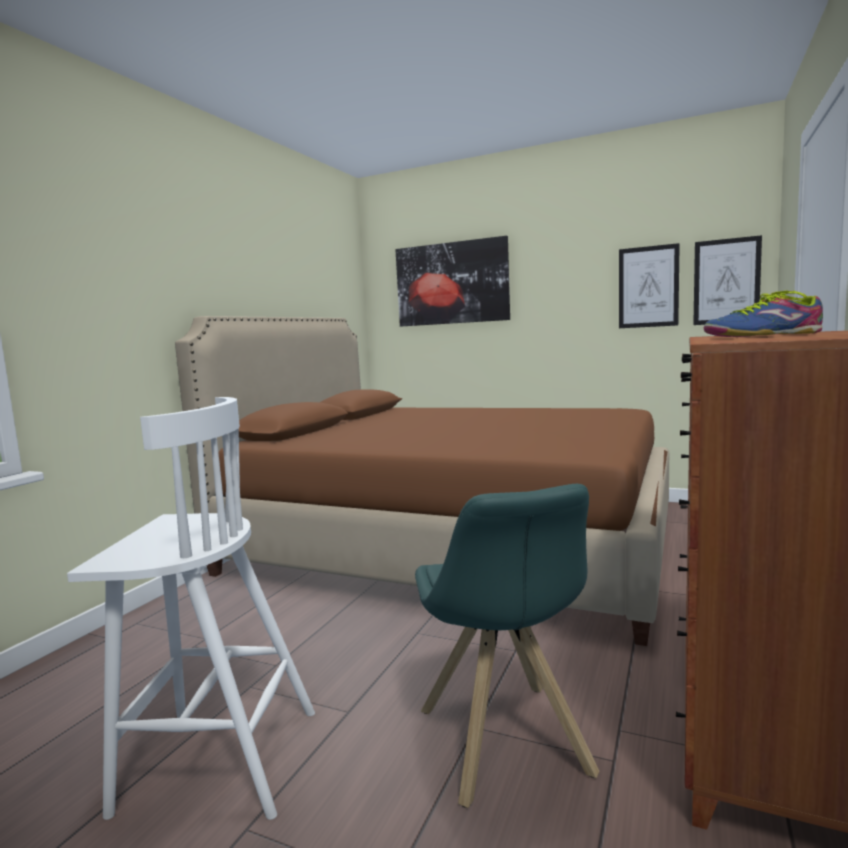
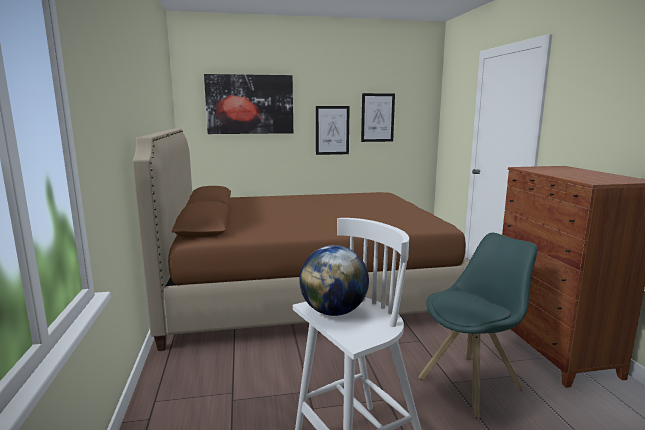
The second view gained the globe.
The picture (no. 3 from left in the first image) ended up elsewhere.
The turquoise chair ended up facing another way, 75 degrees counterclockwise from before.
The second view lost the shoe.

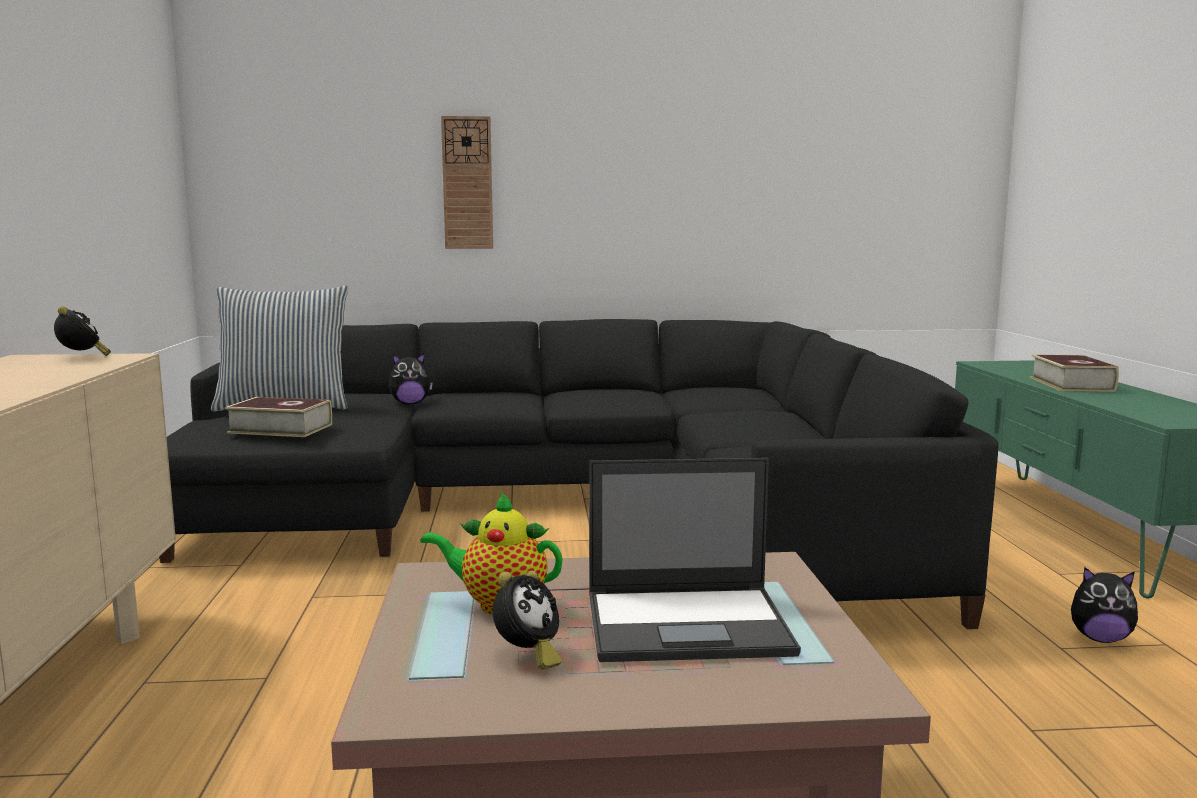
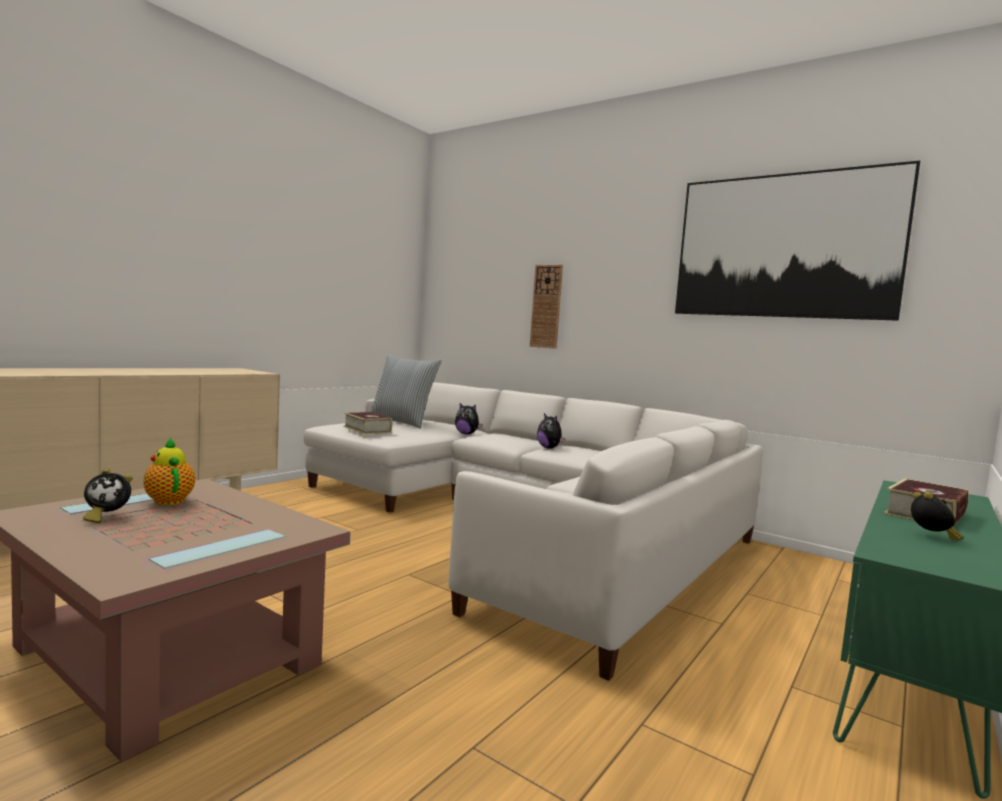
What was the black sofa turned into the white sofa.
The plush toy (no. 2 from left) ended up elsewhere.
The second view gained the picture.
The alarm clock (no. 1 from left in the first image) ended up elsewhere.
The second view lost the laptop.

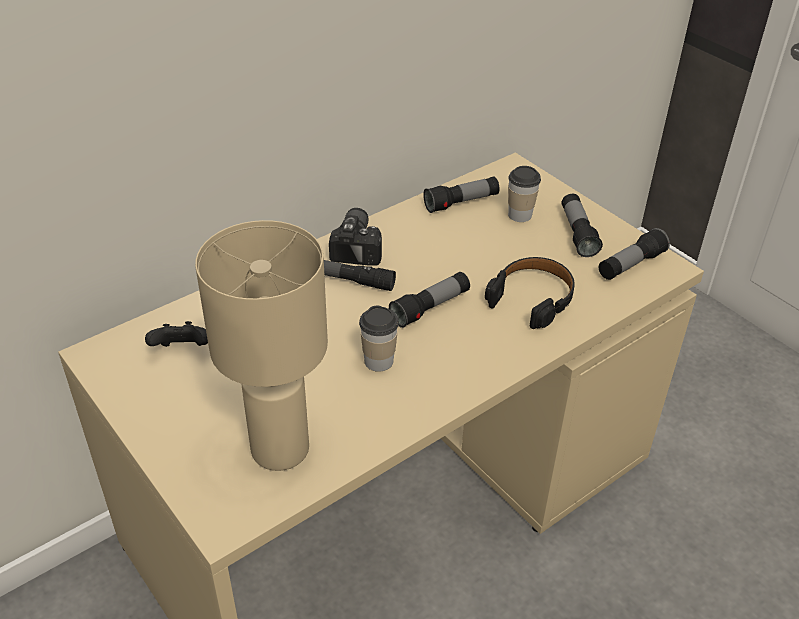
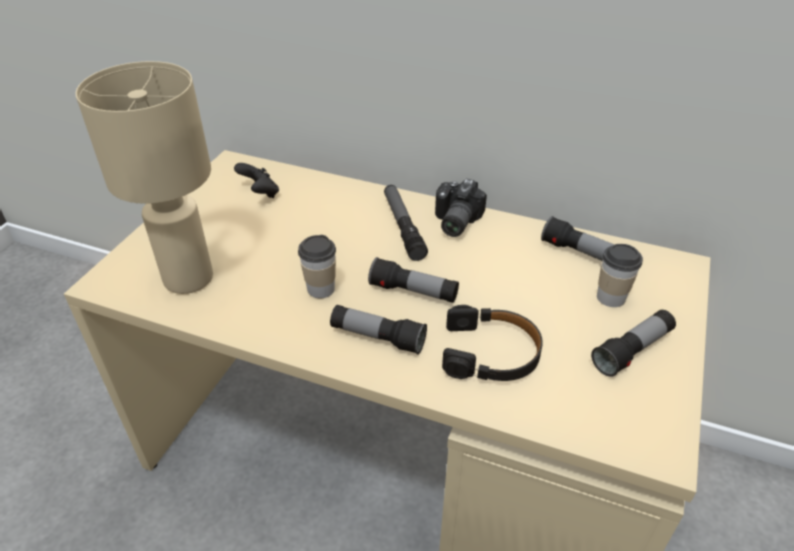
The flashlight (no. 5 from left in the first image) ended up elsewhere.
The photo camera ended up facing another way, 135 degrees clockwise from before.

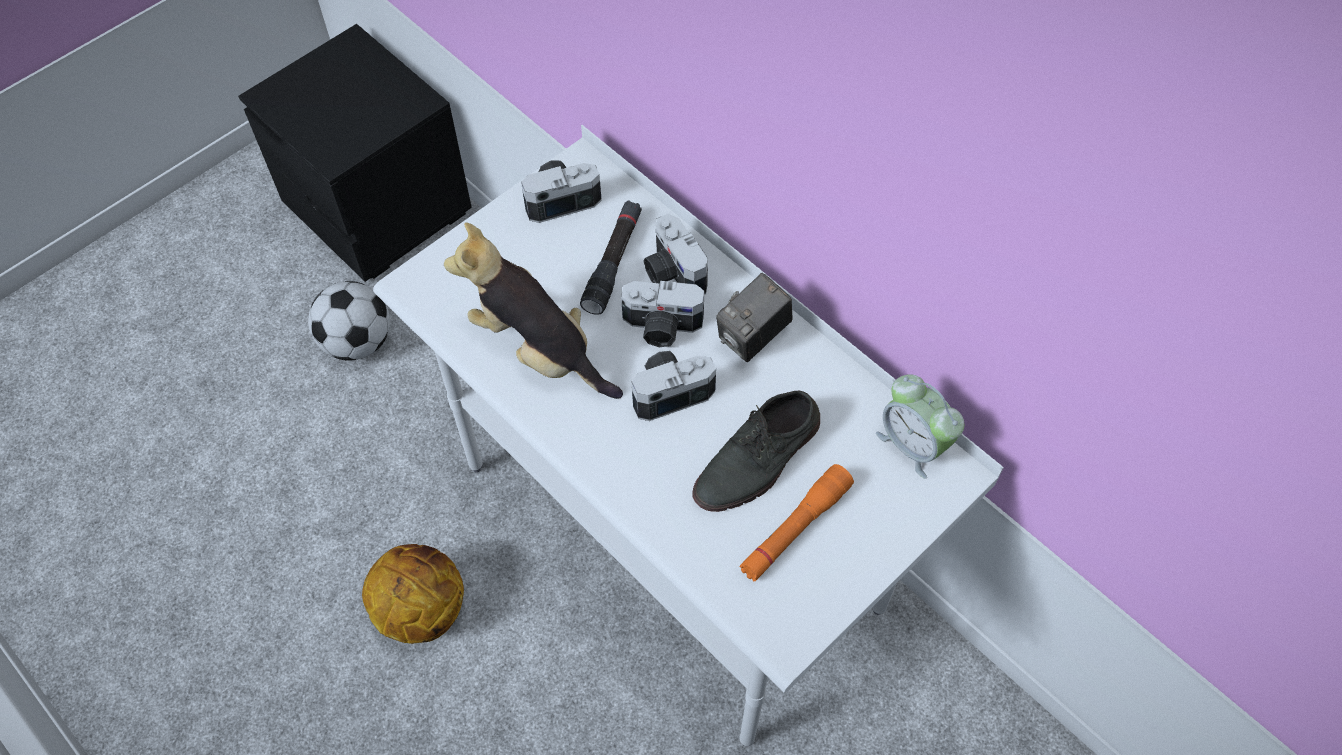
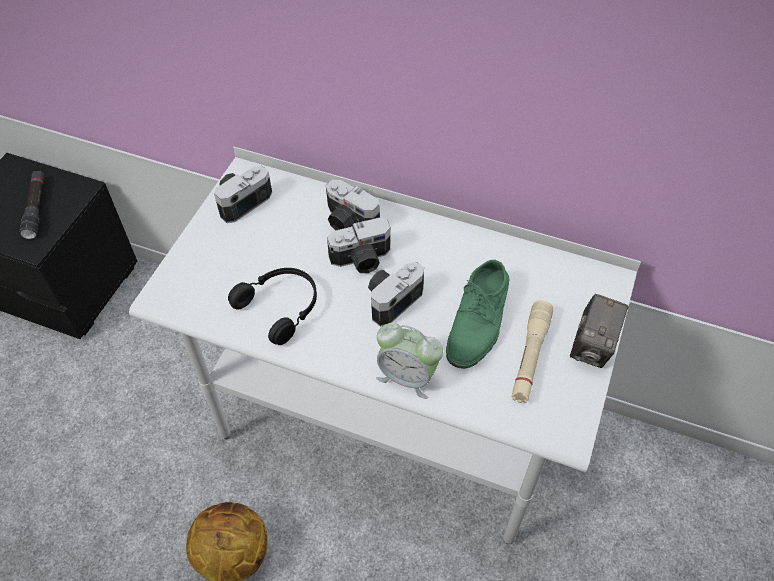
The black flashlight ended up elsewhere.
Where the plush toy stood, the black headphones came to stand.
The alarm clock ended up elsewhere.
What was the grey shoe turned into the green shoe.
What was the orange flashlight turned into the beige flashlight.
The photo camera (no. 5 from left) ended up elsewhere.
The second view lost the football.

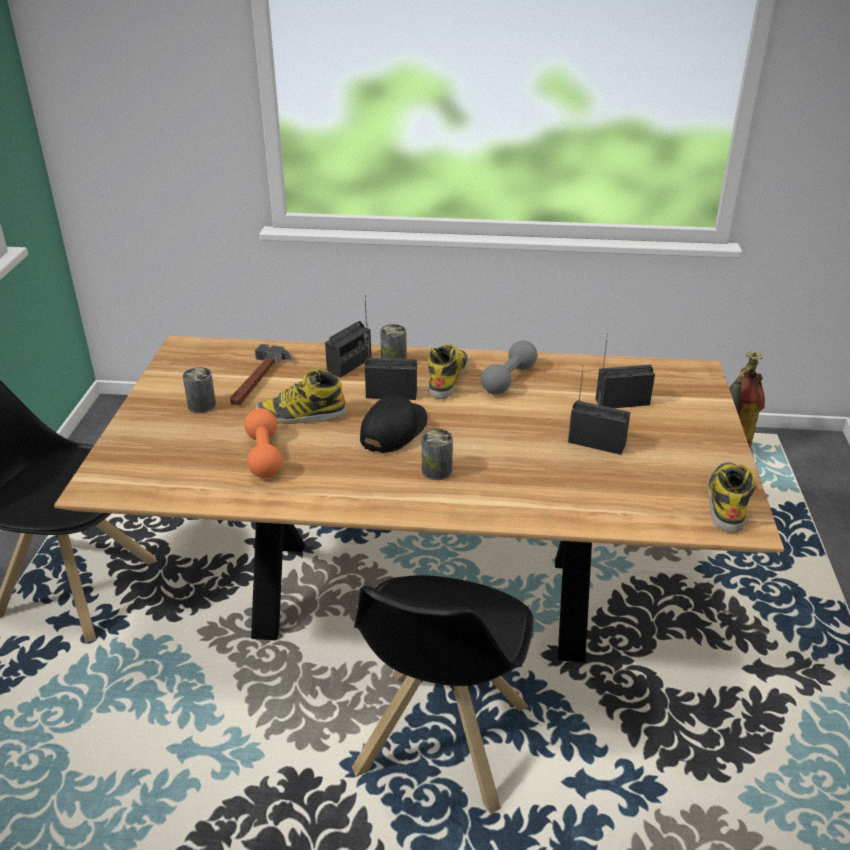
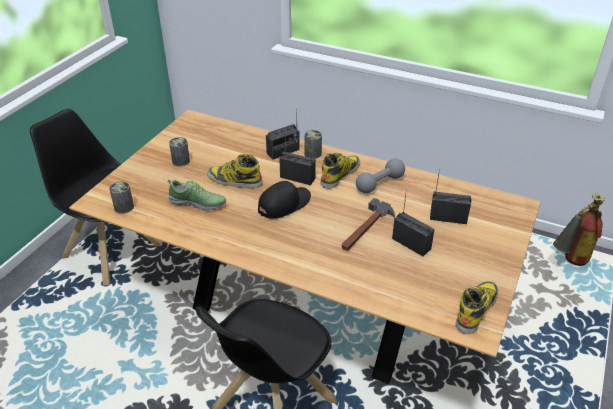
The can (no. 3 from left in the first image) ended up elsewhere.
Where the orange dumbbell stood, the shoe came to stand.
The hammer ended up elsewhere.

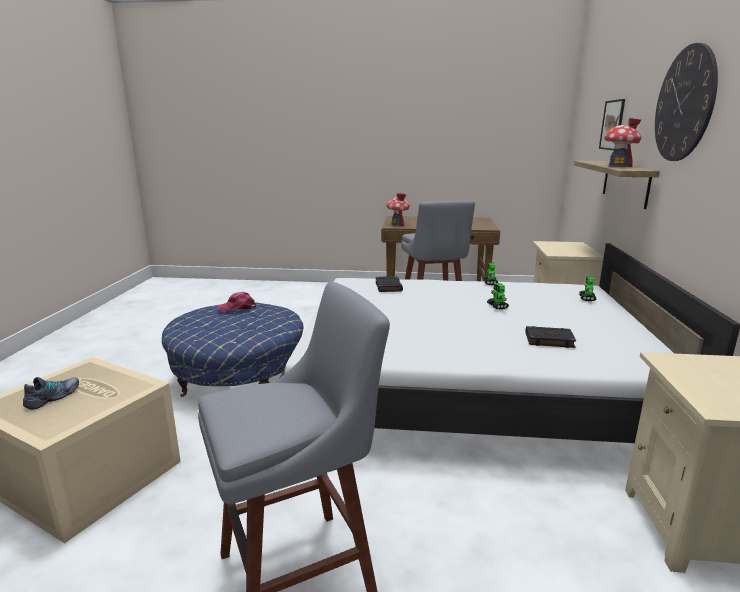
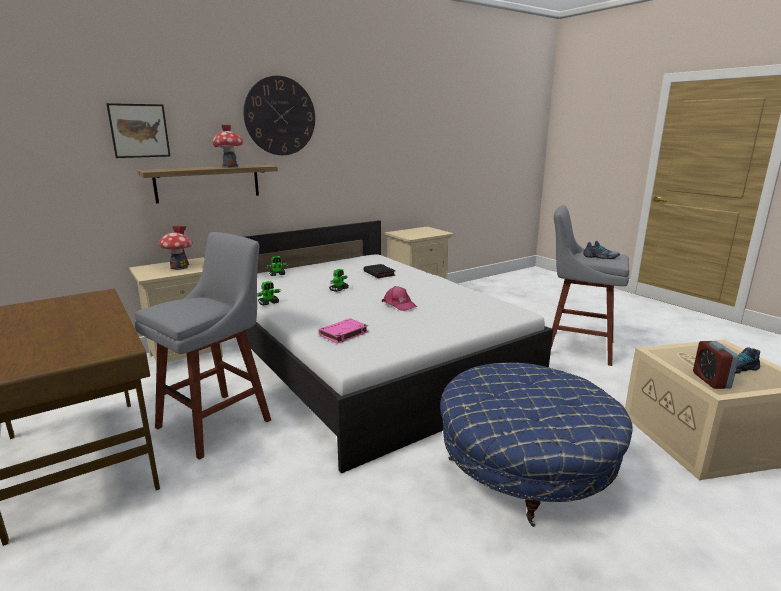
The toy house (no. 1 from left) ended up elsewhere.
What was the black book (no. 1 from left) turned into the pink book.
The pink cap ended up elsewhere.
The second view gained the shoe (no. 1 from left).
The second view gained the alarm clock.

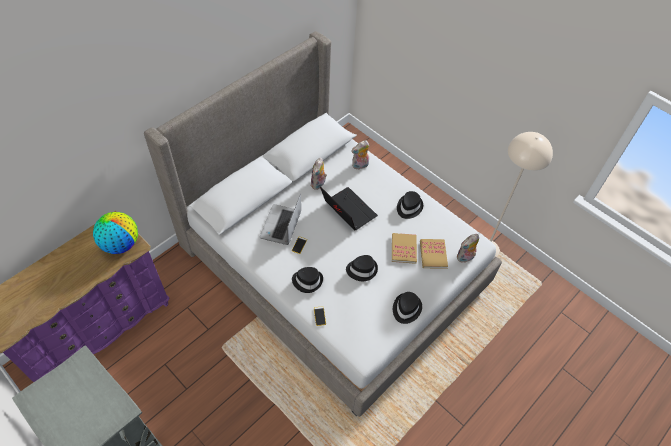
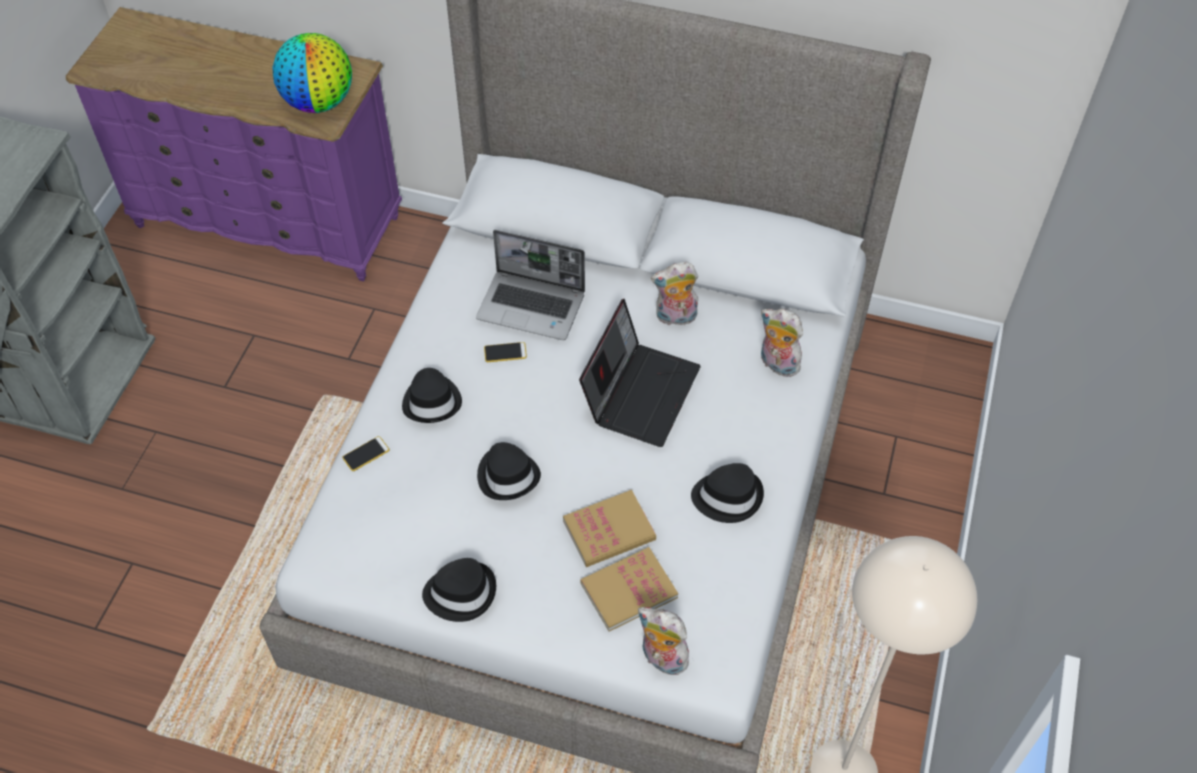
The laptop (no. 1 from left) ended up facing another way, 150 degrees counterclockwise from before.

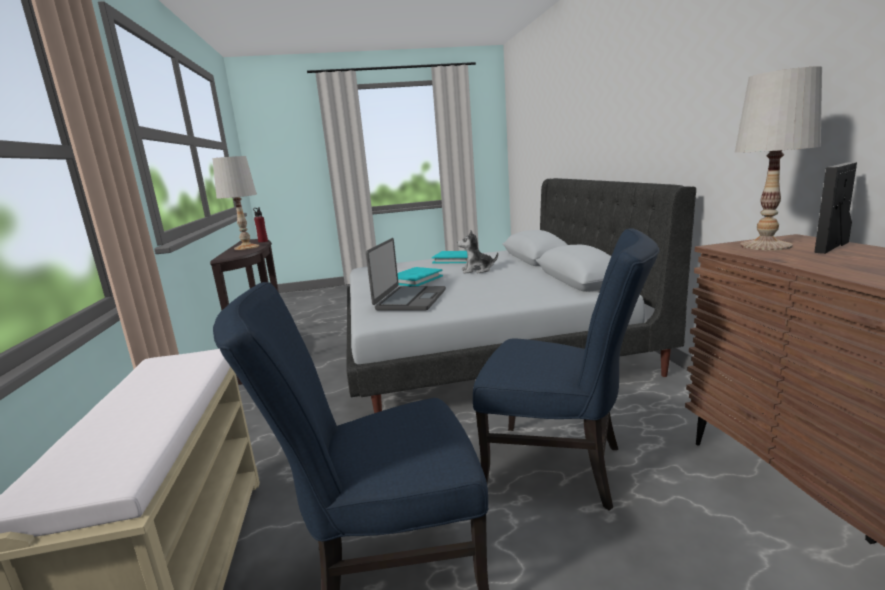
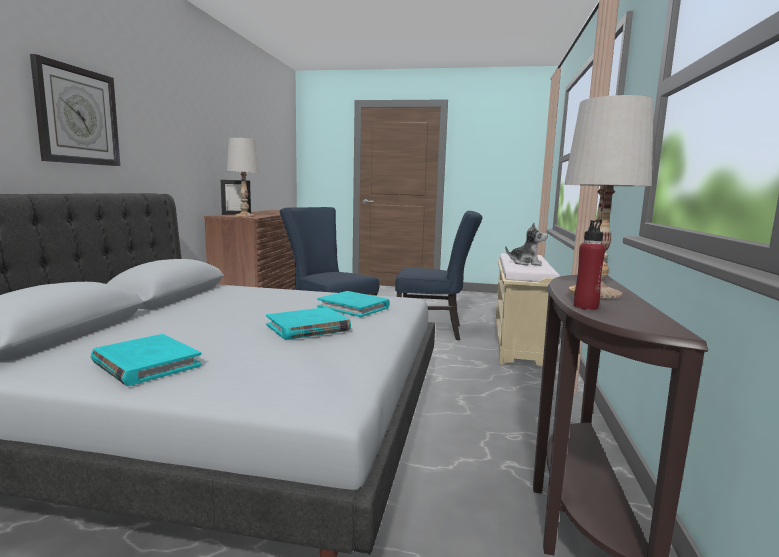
The second view gained the wall clock.
Where the laptop stood, the turquoise book (no. 3 from left) came to stand.
The plush toy ended up elsewhere.

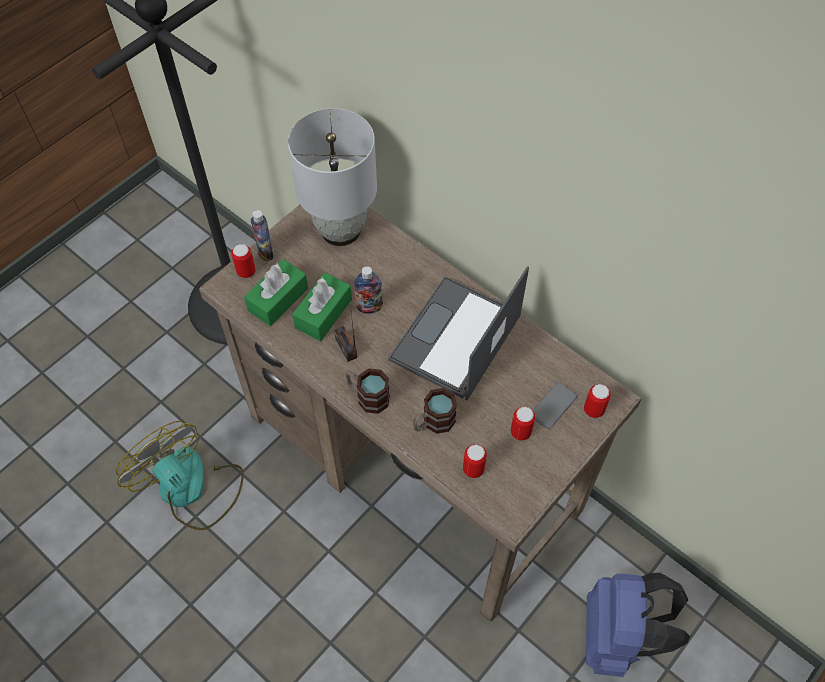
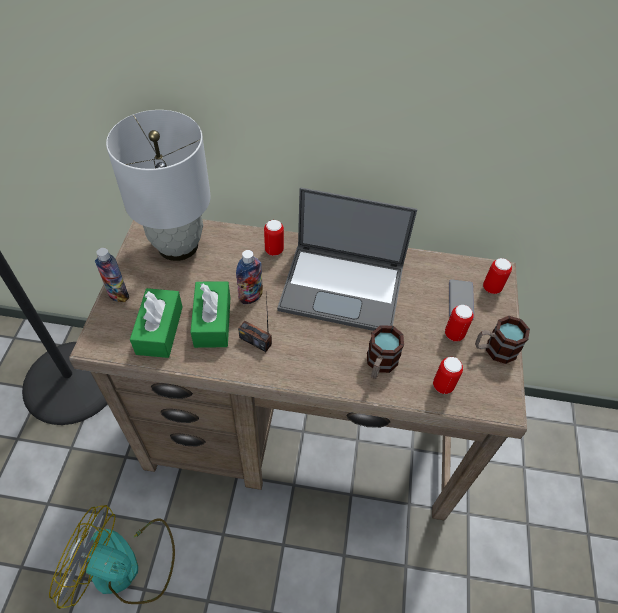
The can (no. 1 from left) ended up elsewhere.
The laptop ended up facing another way, 75 degrees counterclockwise from before.
The mug (no. 1 from left in the first image) ended up elsewhere.
The second view lost the blue backpack.

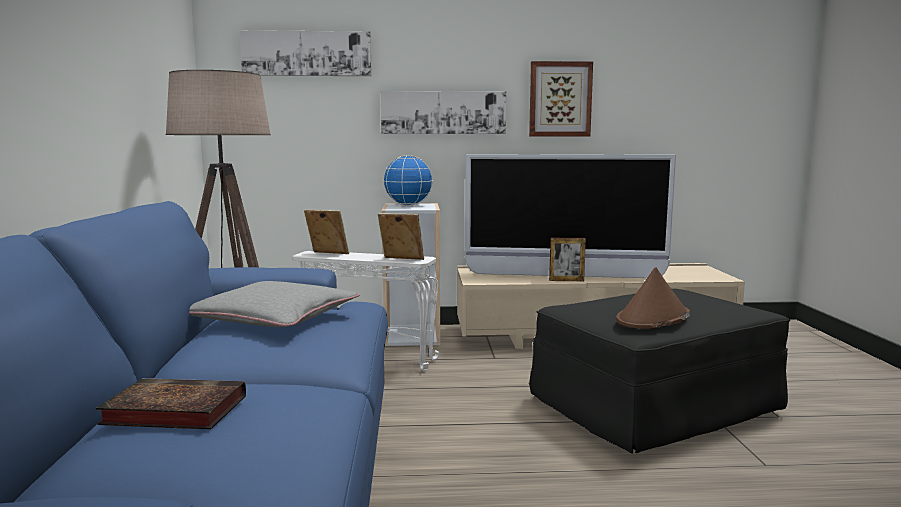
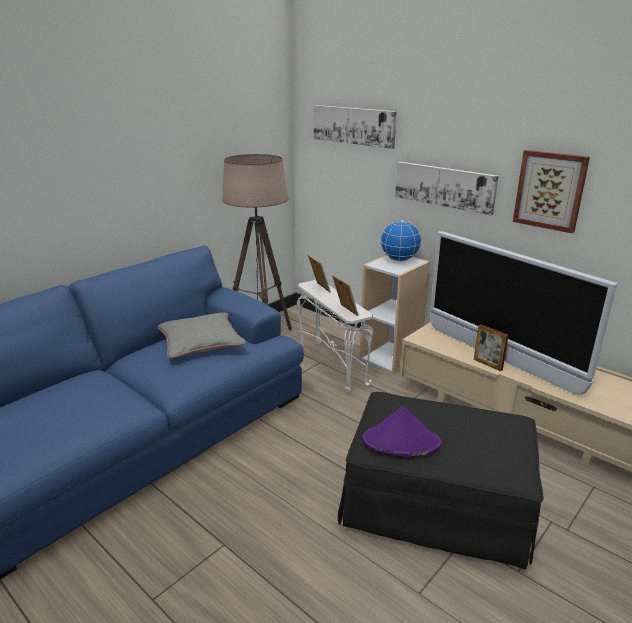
What was the brown hat turned into the purple hat.
The second view lost the book.

